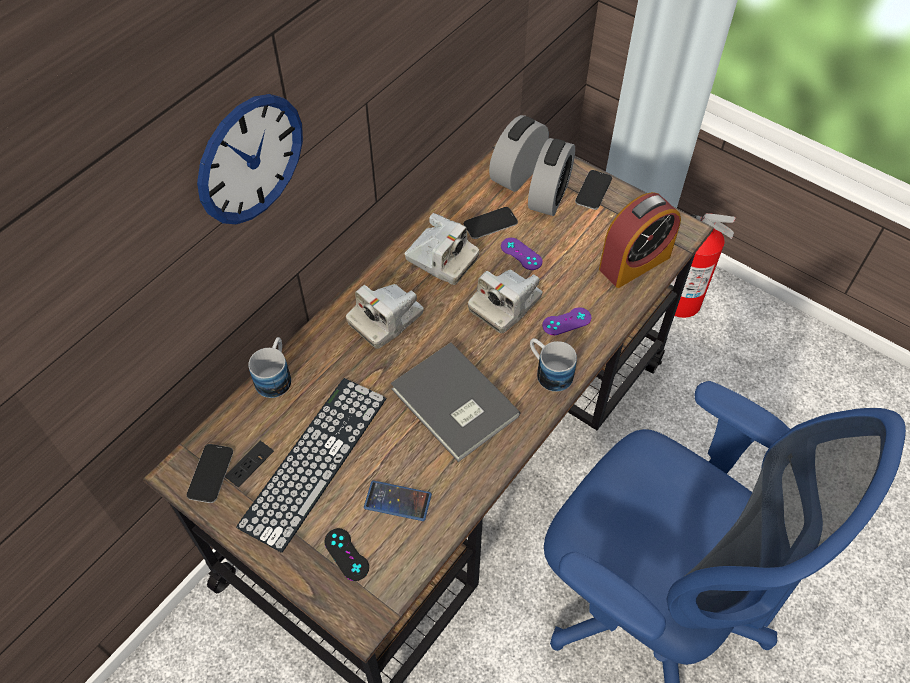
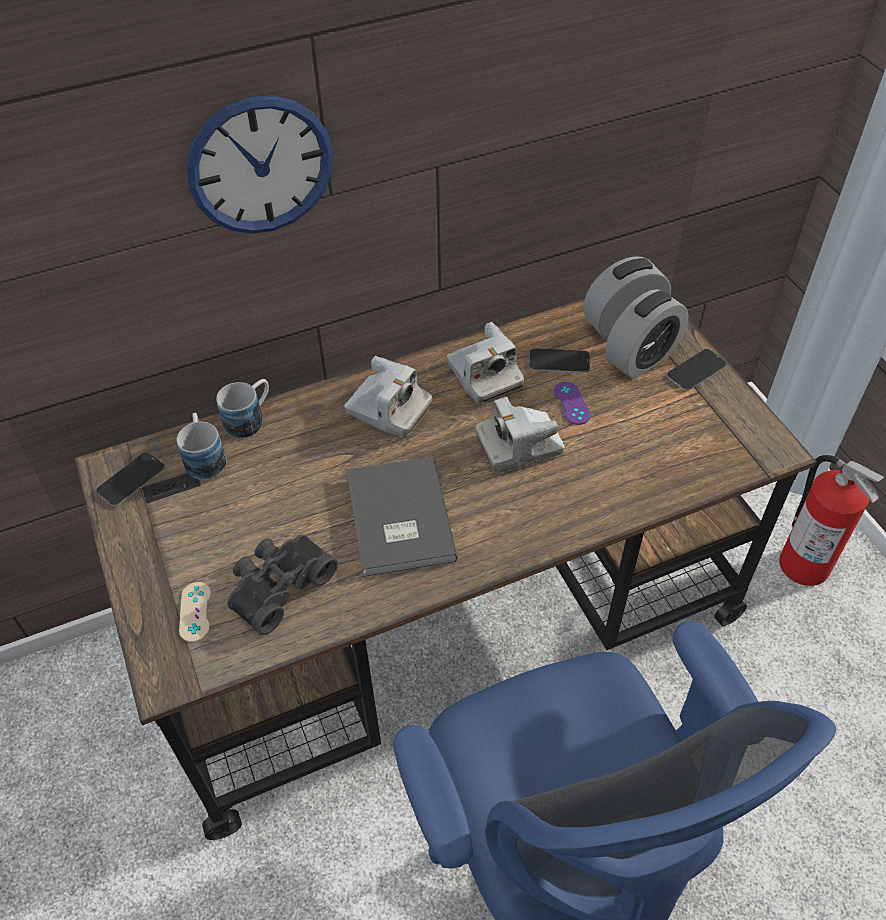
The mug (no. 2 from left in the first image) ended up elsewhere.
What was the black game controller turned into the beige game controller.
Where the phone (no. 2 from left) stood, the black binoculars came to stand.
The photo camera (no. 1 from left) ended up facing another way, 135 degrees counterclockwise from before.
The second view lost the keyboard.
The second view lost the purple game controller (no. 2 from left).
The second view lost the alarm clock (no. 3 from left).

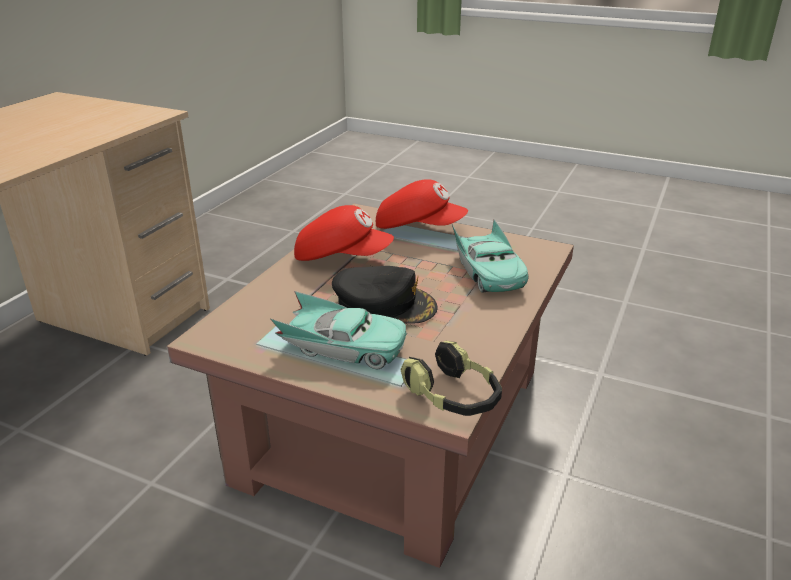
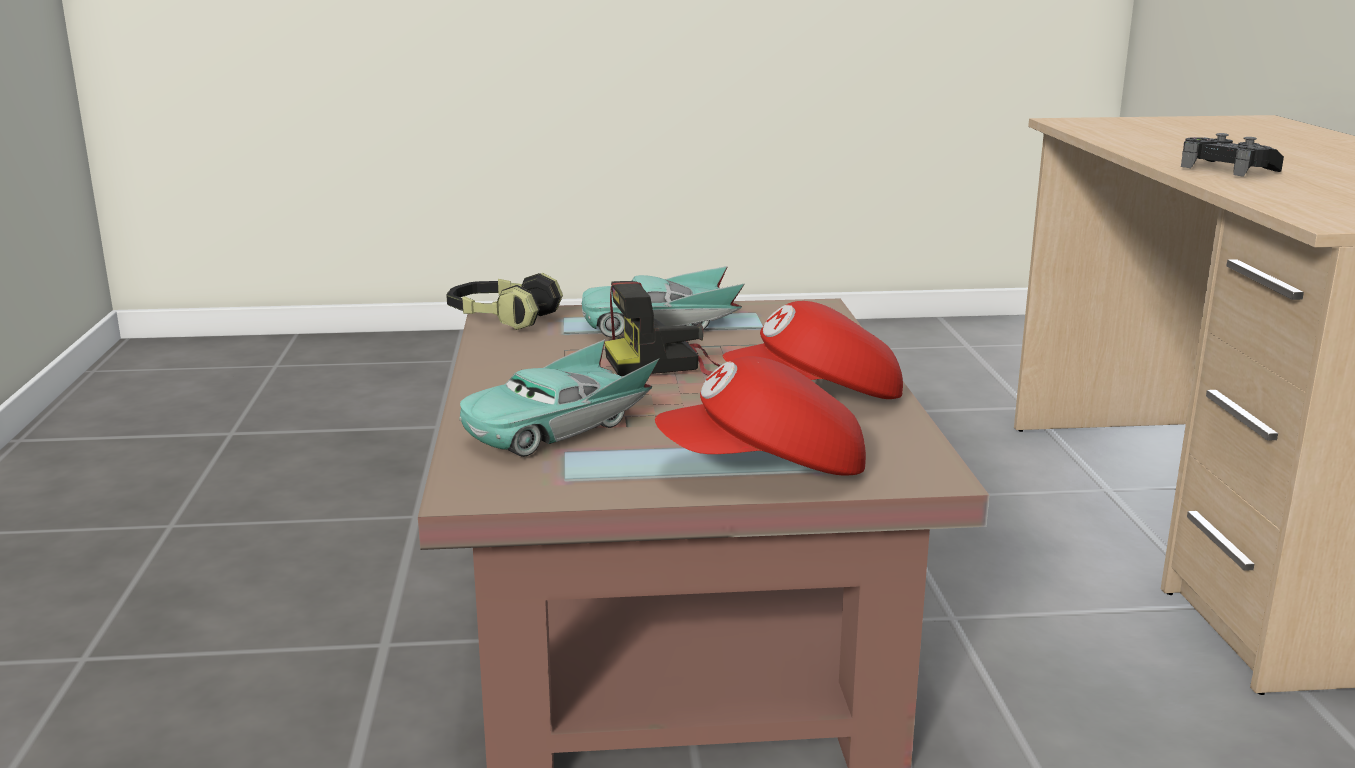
The turquoise toy car (no. 2 from left in the first image) ended up facing another way, 90 degrees counterclockwise from before.
Where the black cap stood, the photo camera came to stand.
The second view gained the black game controller.

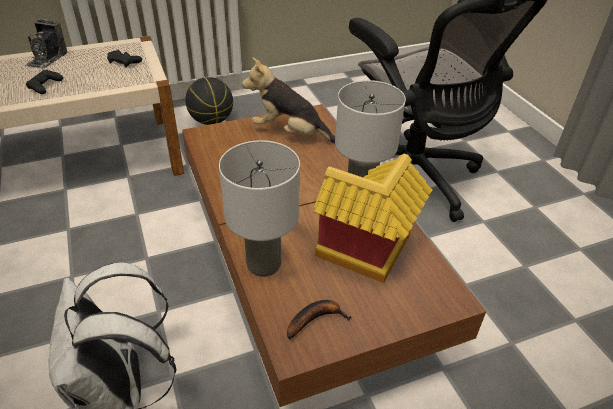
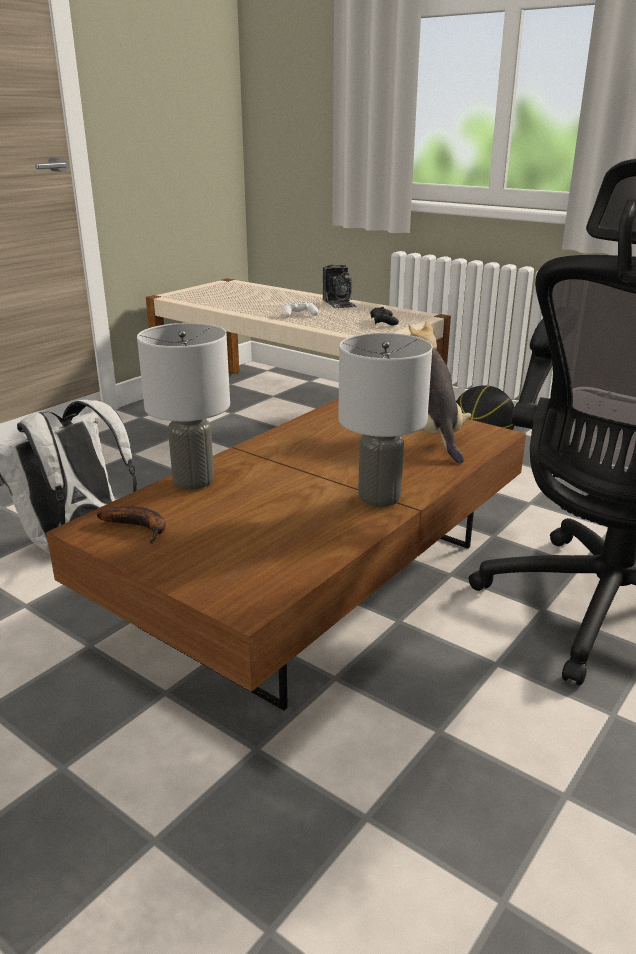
What was the black game controller (no. 1 from left) turned into the white game controller.
The photo camera ended up facing another way, 90 degrees counterclockwise from before.
The second view lost the toy house.

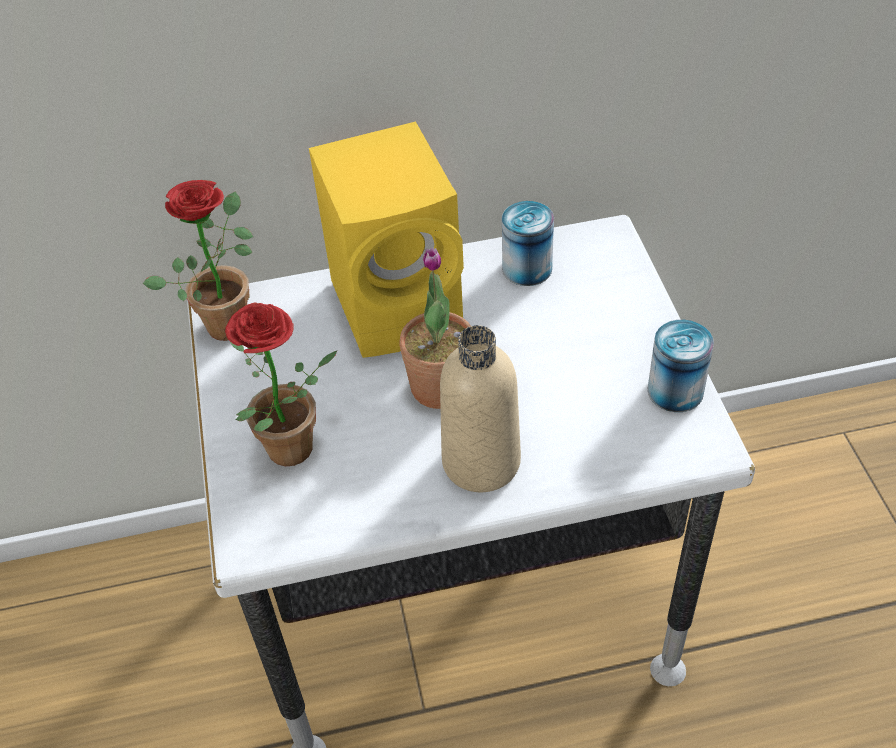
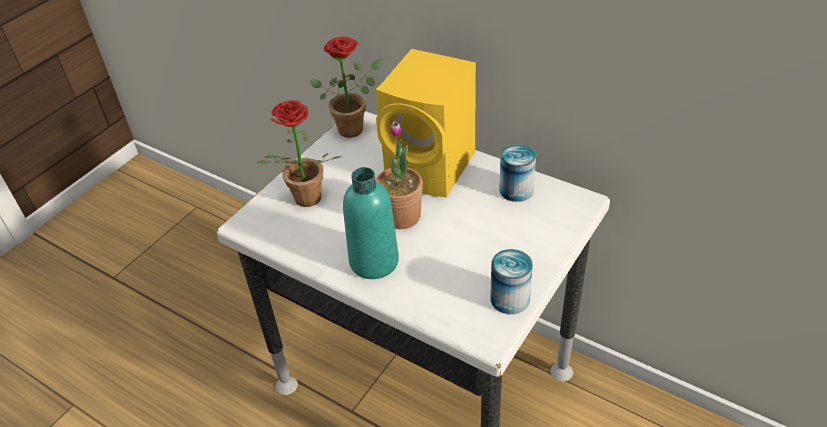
What was the beige bottle turned into the turquoise bottle.

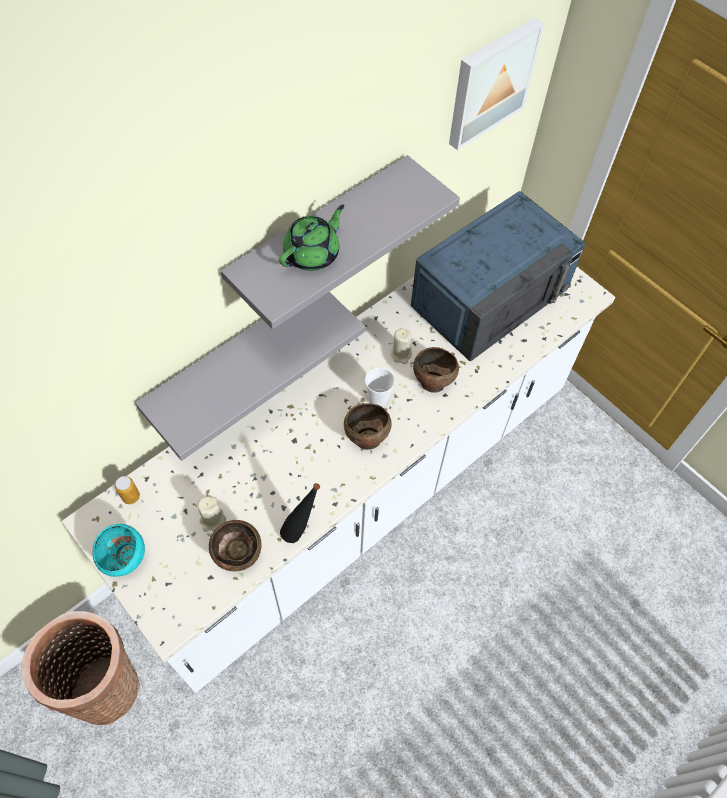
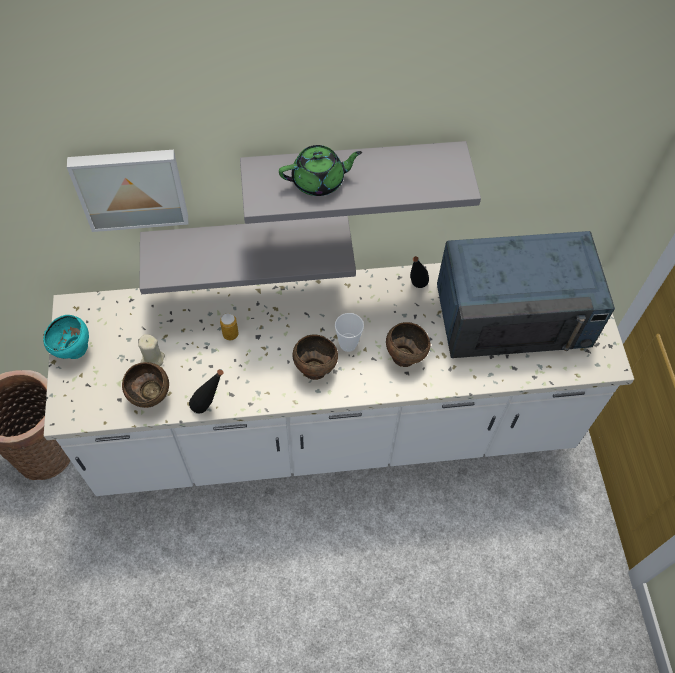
The picture ended up elsewhere.
The can ended up elsewhere.
The second view gained the black bottle (no. 2 from left).
The second view lost the beige candle (no. 2 from left).

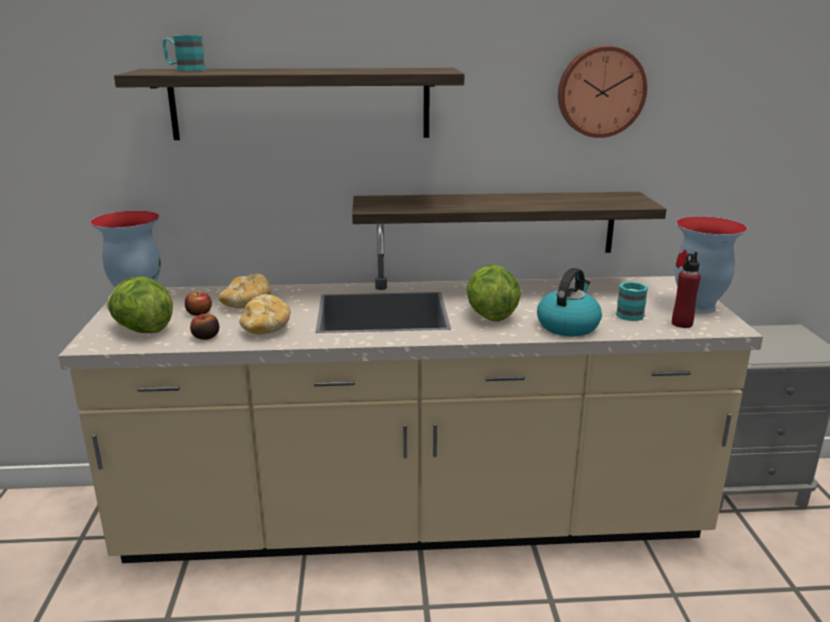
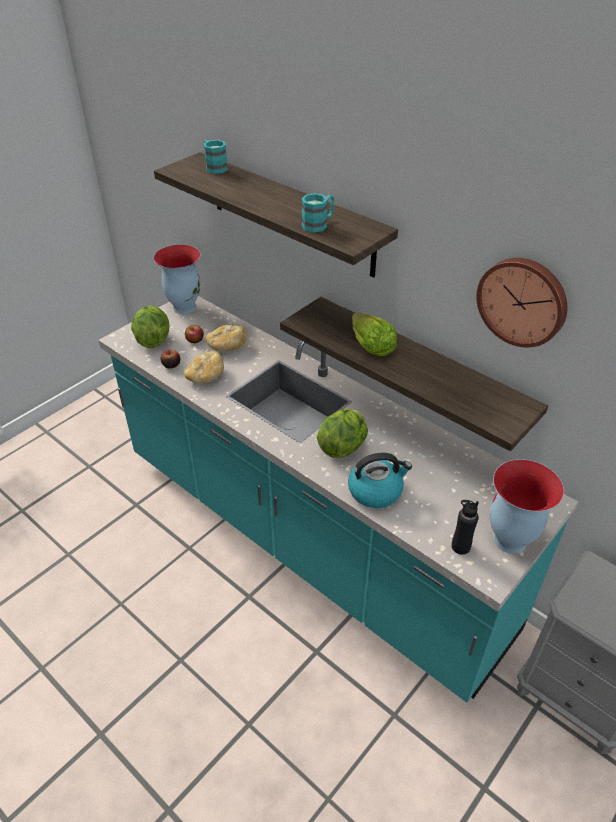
What was the beige counter turned into the turquoise counter.
The turquoise mug (no. 2 from left) ended up elsewhere.
The second view gained the lettuce (no. 3 from left).
What was the red bottle turned into the black bottle.

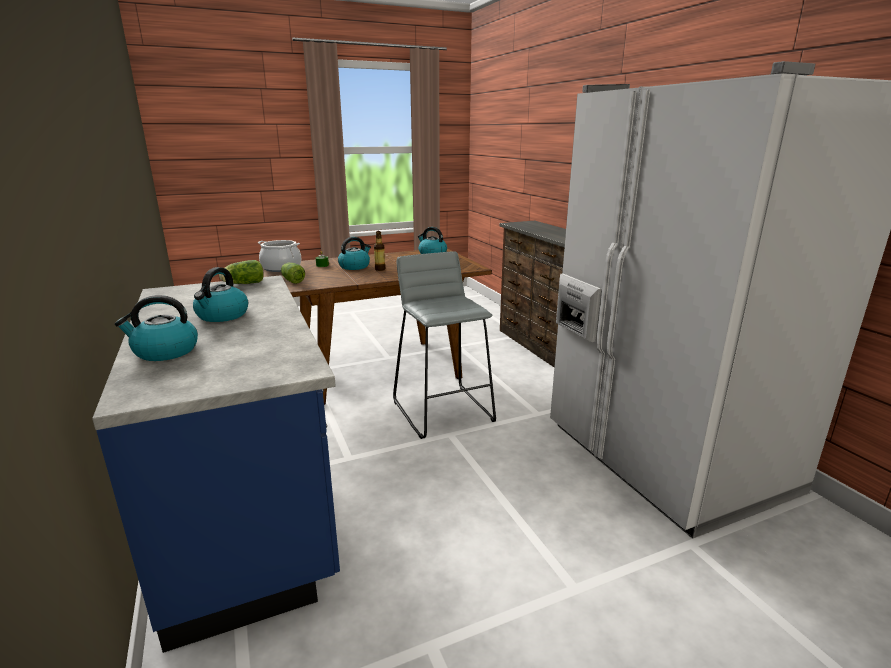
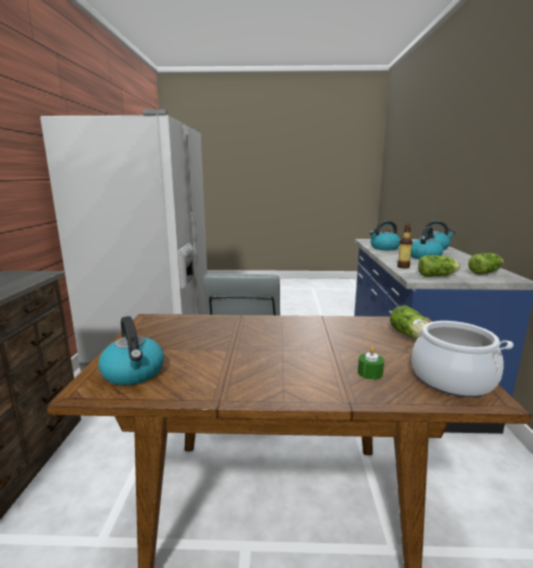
The kettle (no. 3 from left in the first image) ended up elsewhere.
The bottle ended up elsewhere.
The second view gained the lettuce (no. 3 from left).

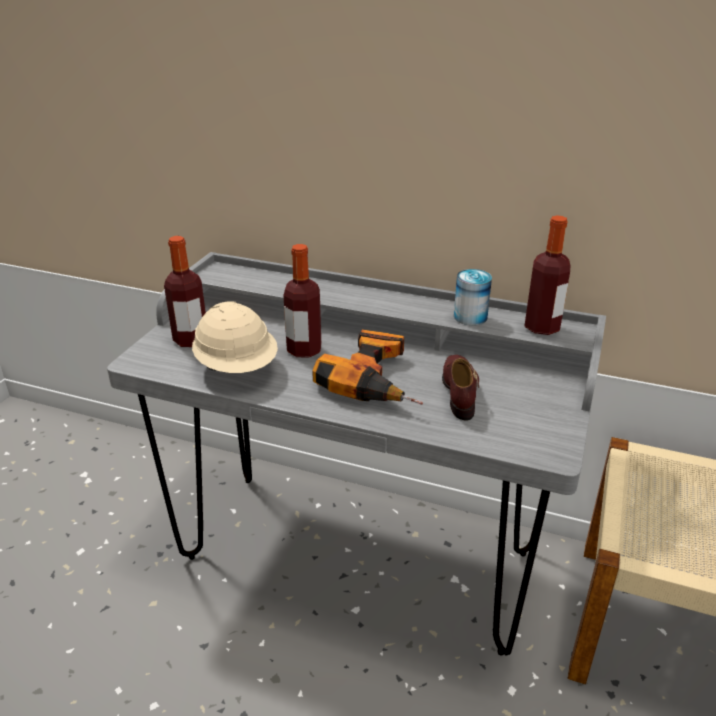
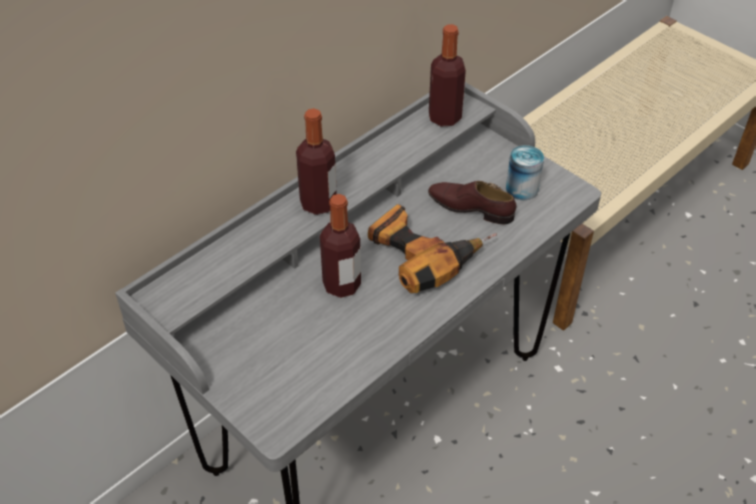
The bottle (no. 1 from left) ended up elsewhere.
The can ended up elsewhere.
The second view lost the beige hard hat.

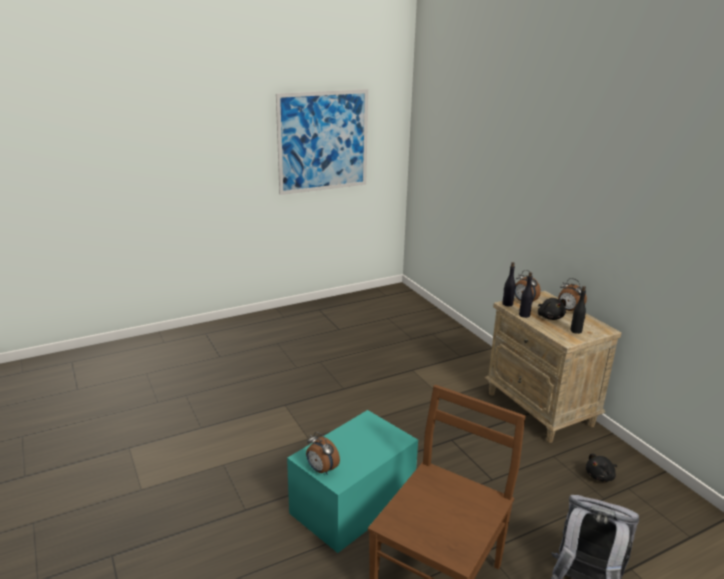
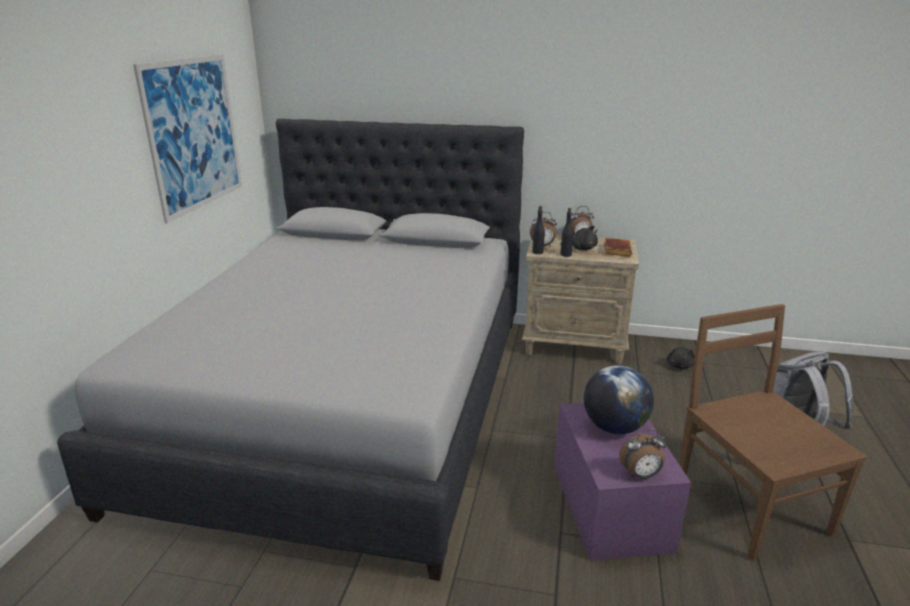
The second view gained the grey bed.
What was the turquoise storage box turned into the purple storage box.
The second view gained the globe.
Where the black bottle (no. 3 from left) stood, the brown book came to stand.

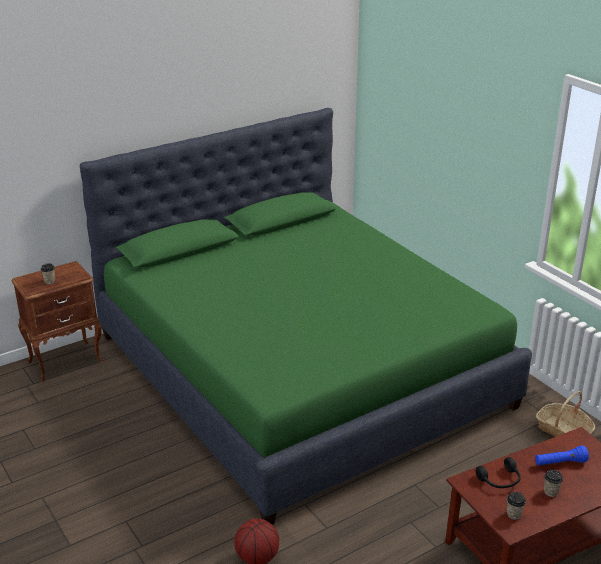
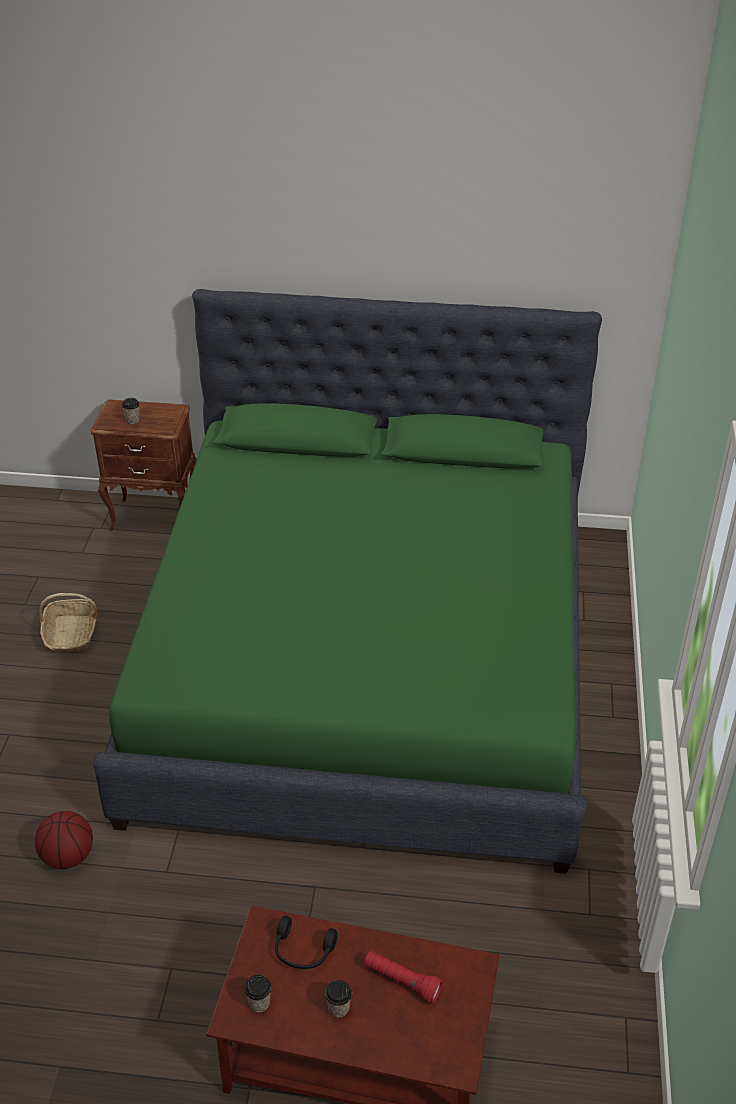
The basket ended up elsewhere.
What was the blue flashlight turned into the red flashlight.

